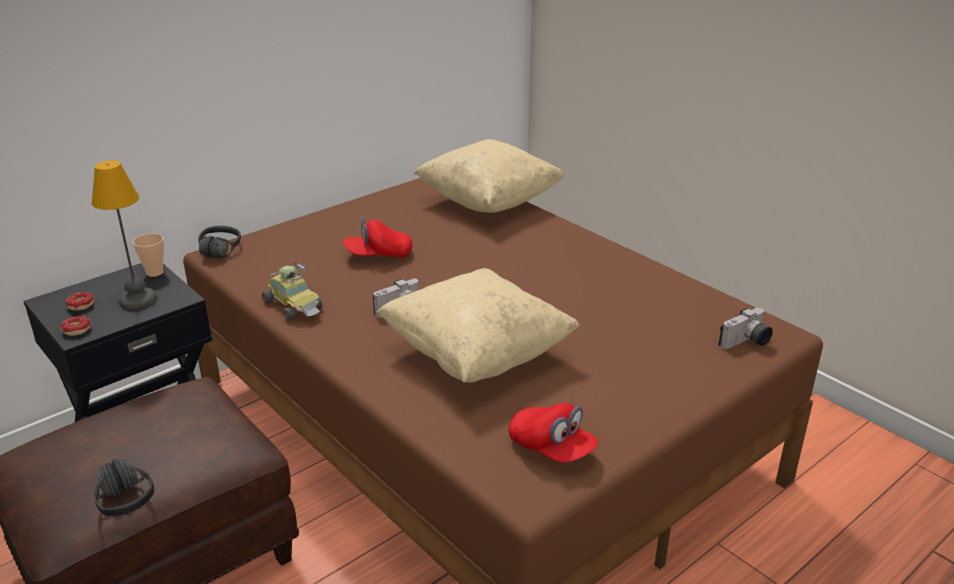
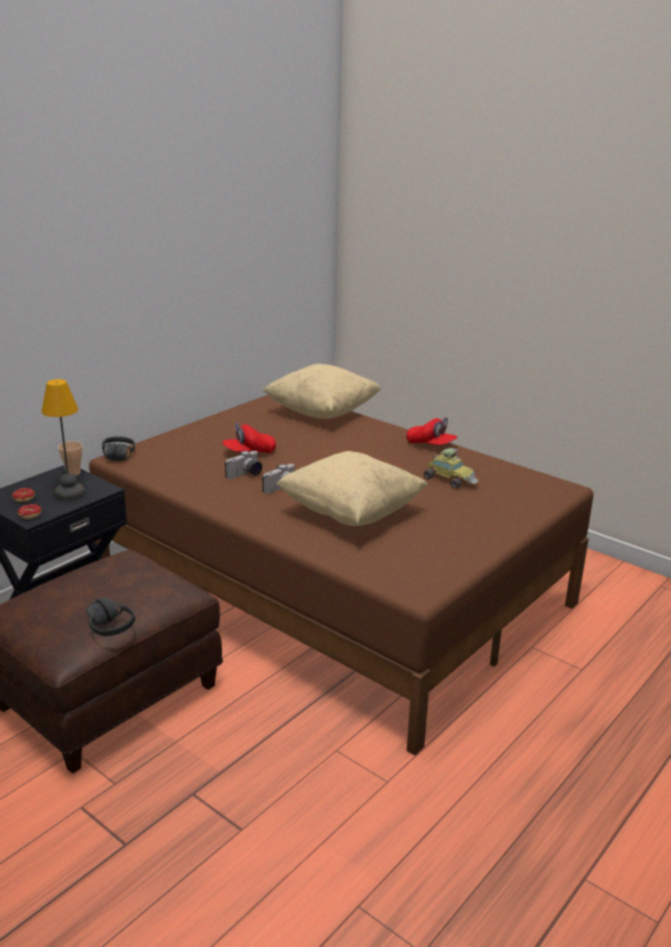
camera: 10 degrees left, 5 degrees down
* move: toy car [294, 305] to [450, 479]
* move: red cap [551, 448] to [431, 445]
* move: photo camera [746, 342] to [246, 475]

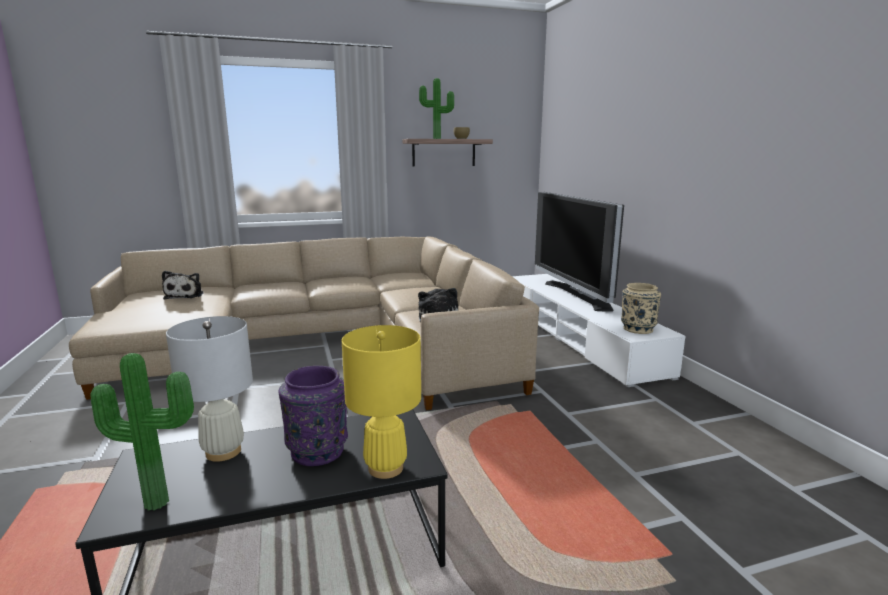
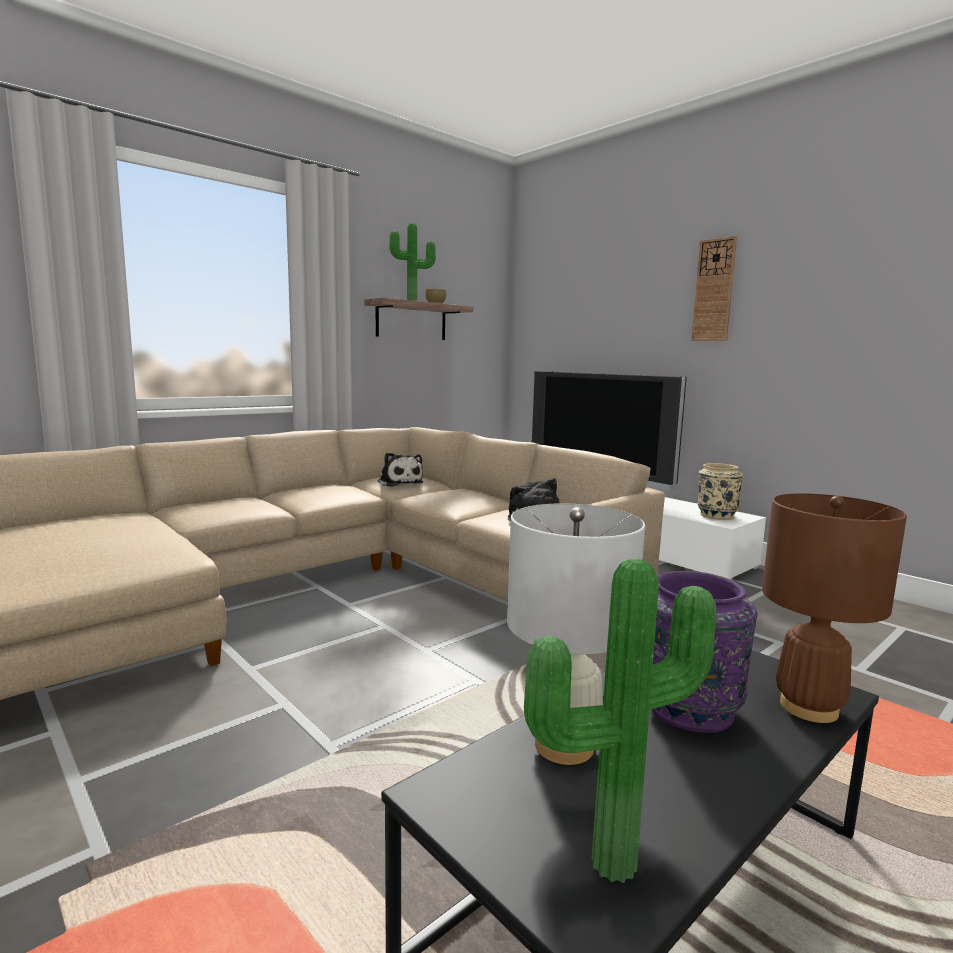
camera: 25 degrees left, 5 degrees down
* insert: wall clock [714, 290]
* move: plush toy [185, 295] to [399, 483]
* recolor: yellow table lamp [386, 468] to brown table lamp [809, 708]

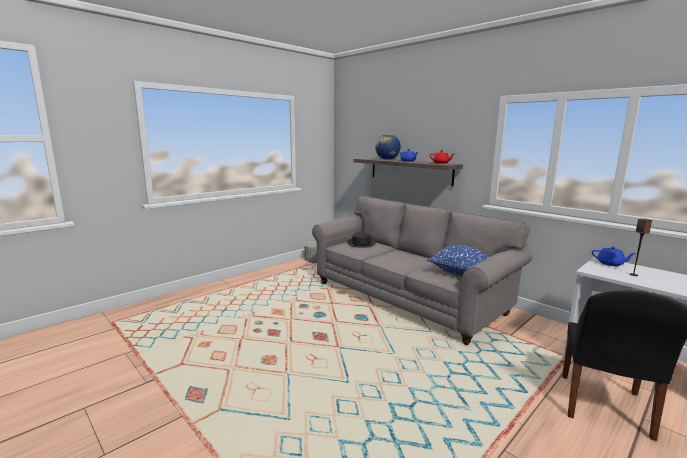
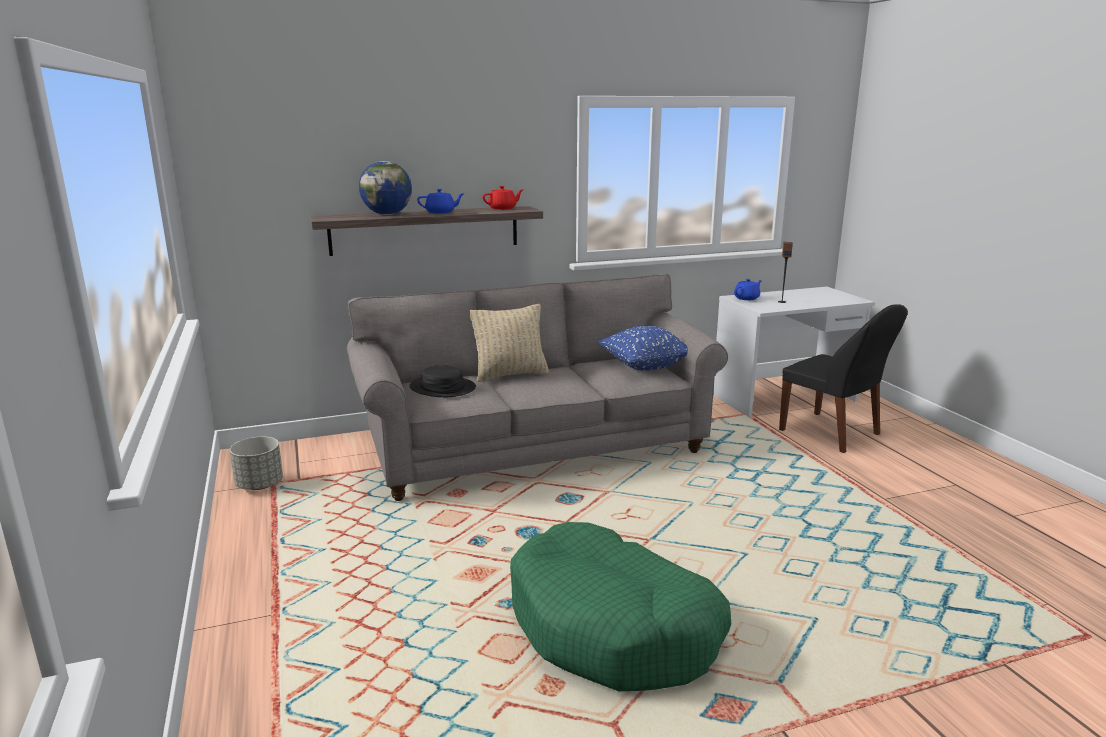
camera: 65 degrees left, 5 degrees up
* insert: beige pillow [510, 375]
* insert: green dog bed [613, 627]

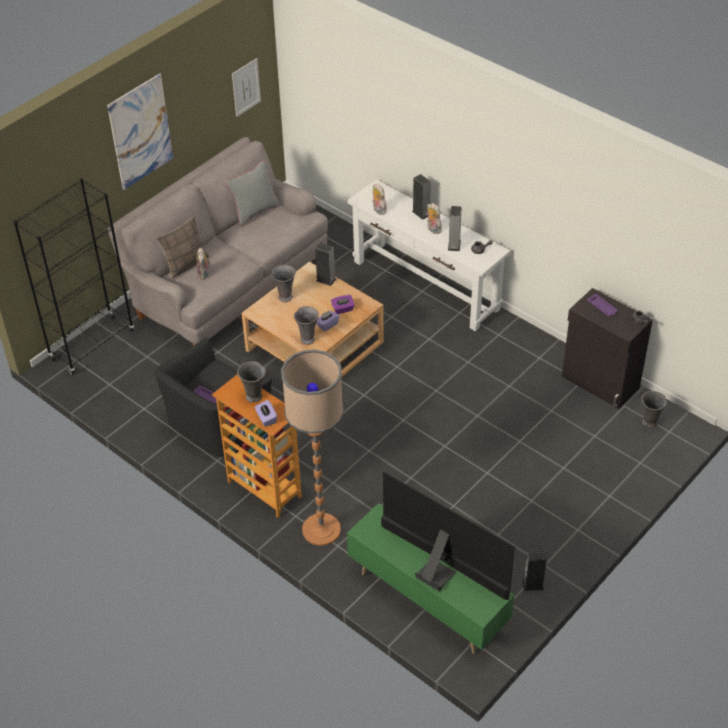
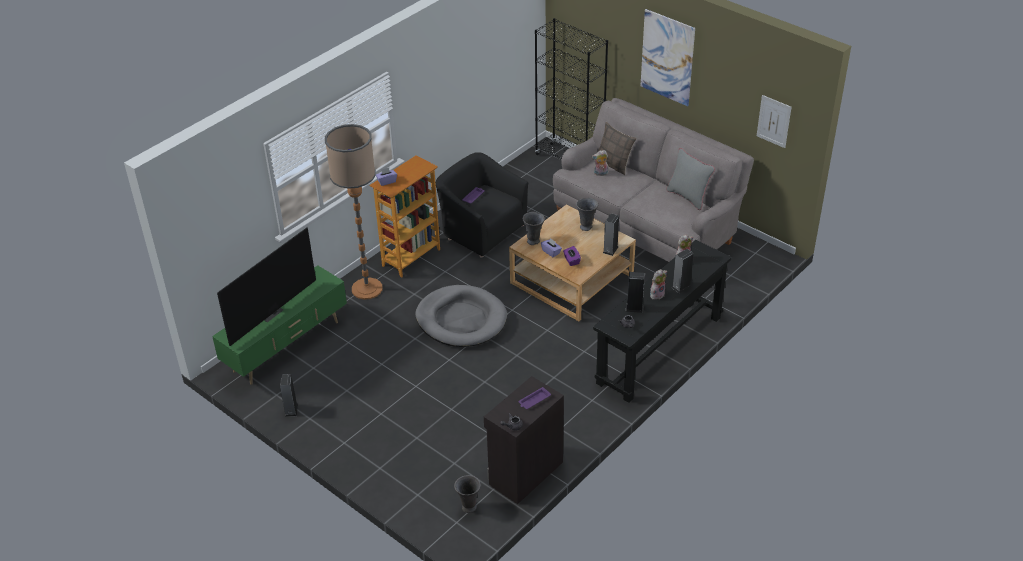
camera: 90 degrees right, 5 degrees down
* delete: grey vase [254, 397]
* insert: grey dog bed [461, 319]
* recolor: white console table [425, 285] to black console table [659, 349]

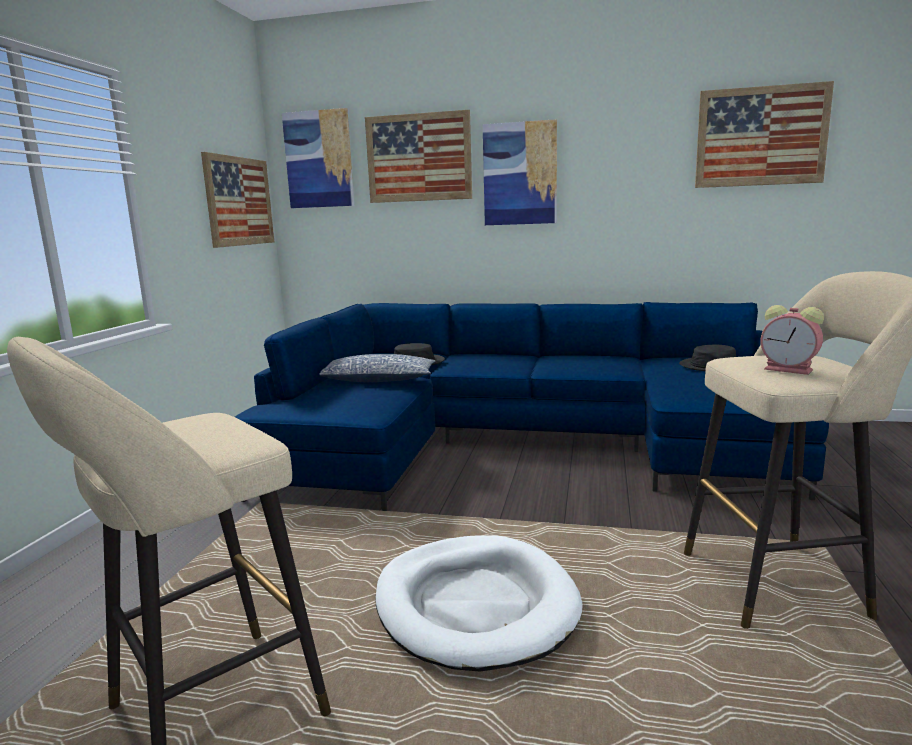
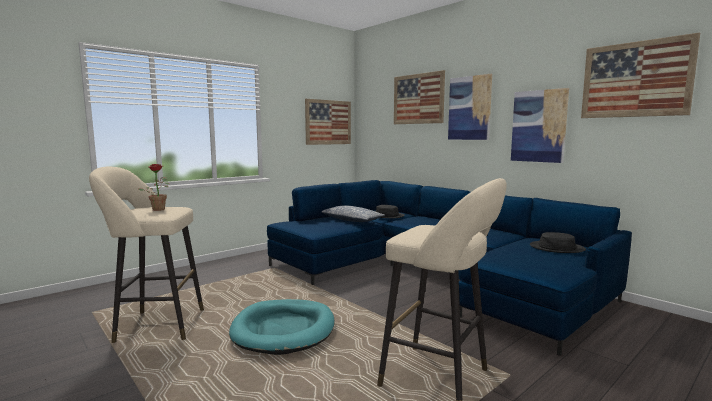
camera: 35 degrees right, 5 degrees down
* delete: alarm clock [790, 370]
* insert: potted plant [159, 209]
* move: picture [319, 159] to [538, 126]
* recolor: white dog bed [475, 605] to turquoise dog bed [284, 329]

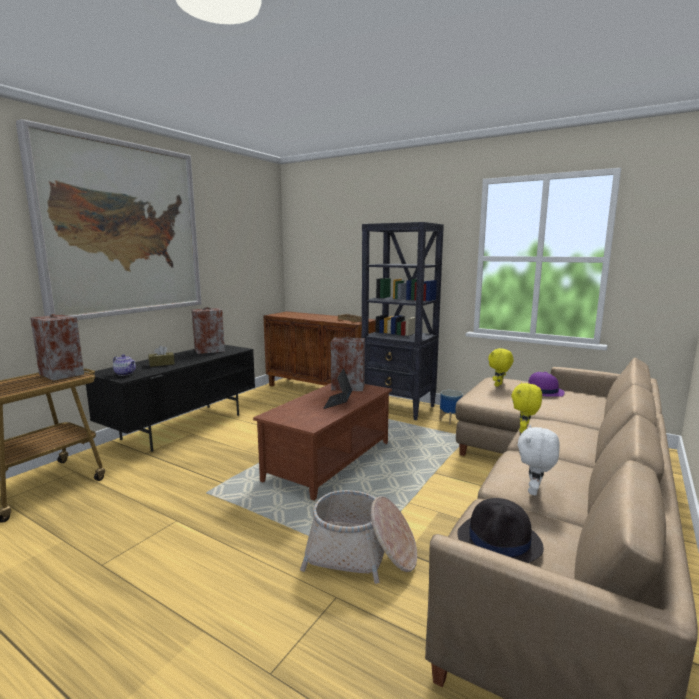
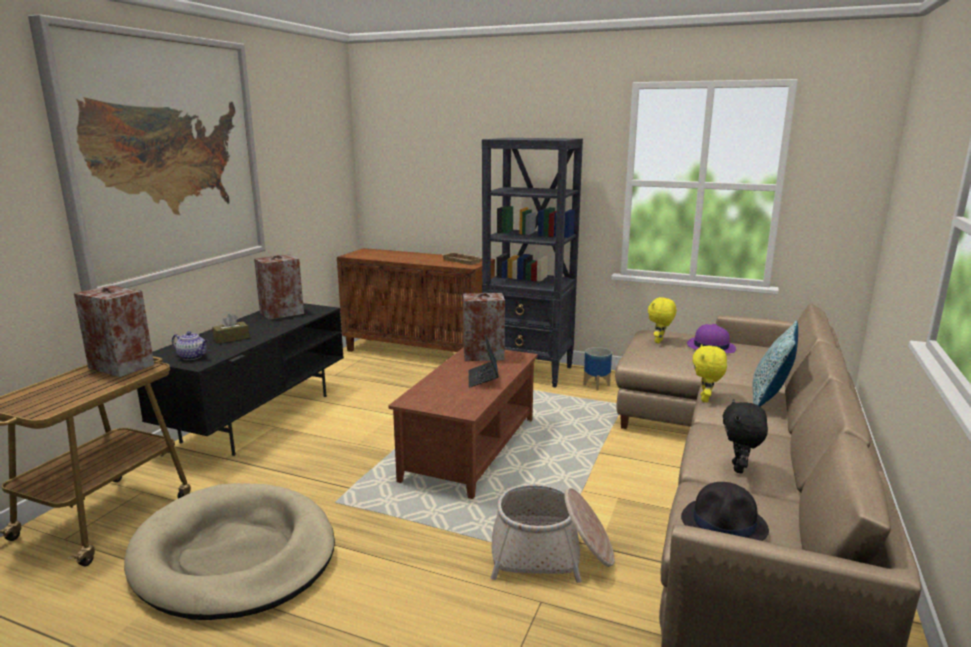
camera: 10 degrees left, 5 degrees up
* insert: beige dog bed [235, 555]
* insert: pillow [769, 400]
* recolor: white plush toy [534, 491] to black plush toy [739, 469]

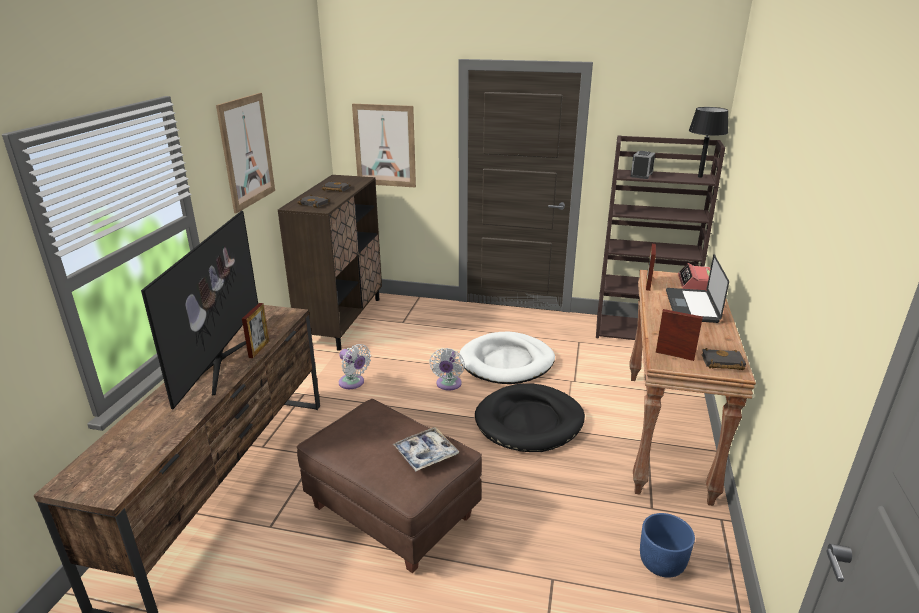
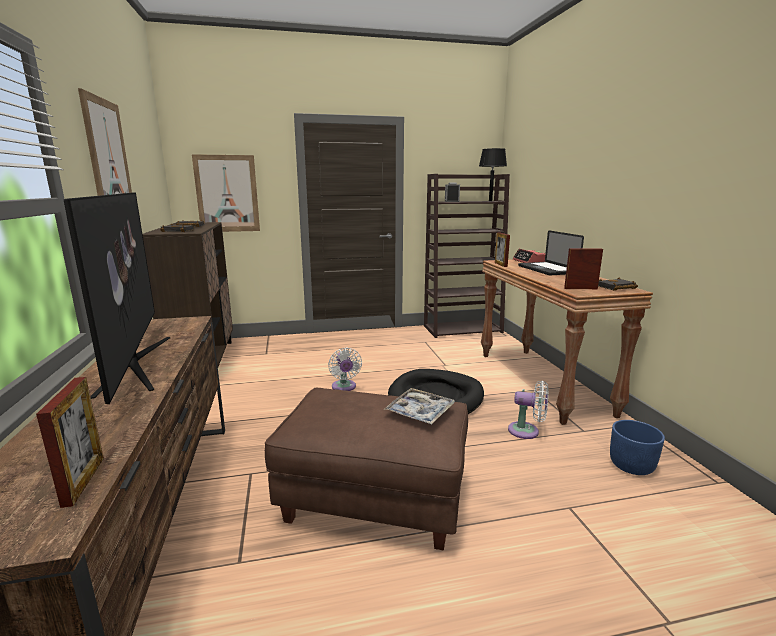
camera: 25 degrees left, 10 degrees down
* delete: white dog bed [507, 362]
* move: picture frame [259, 349] to [83, 481]
* move: white fan [353, 383] to [527, 431]

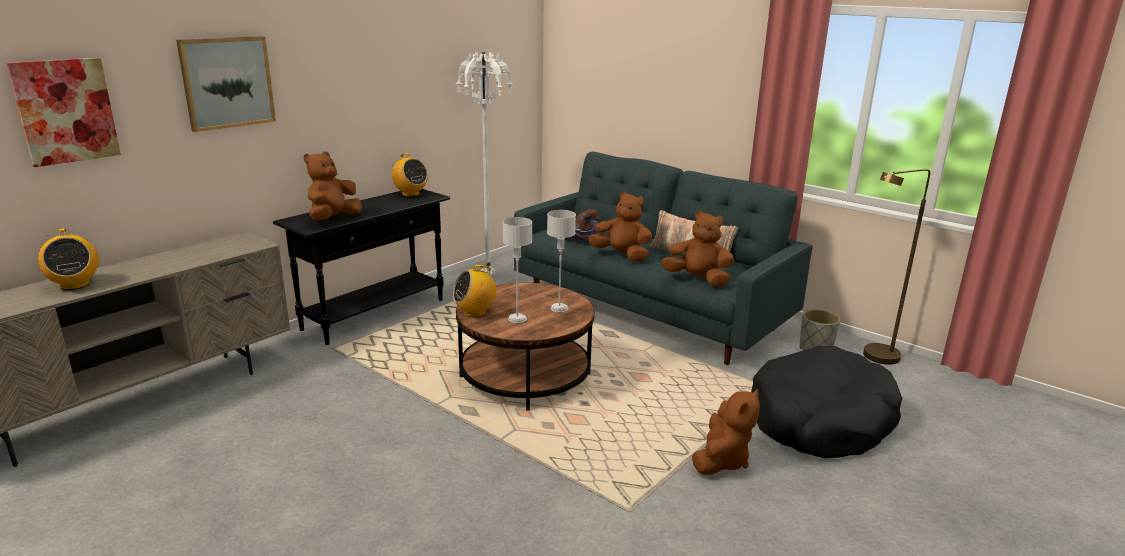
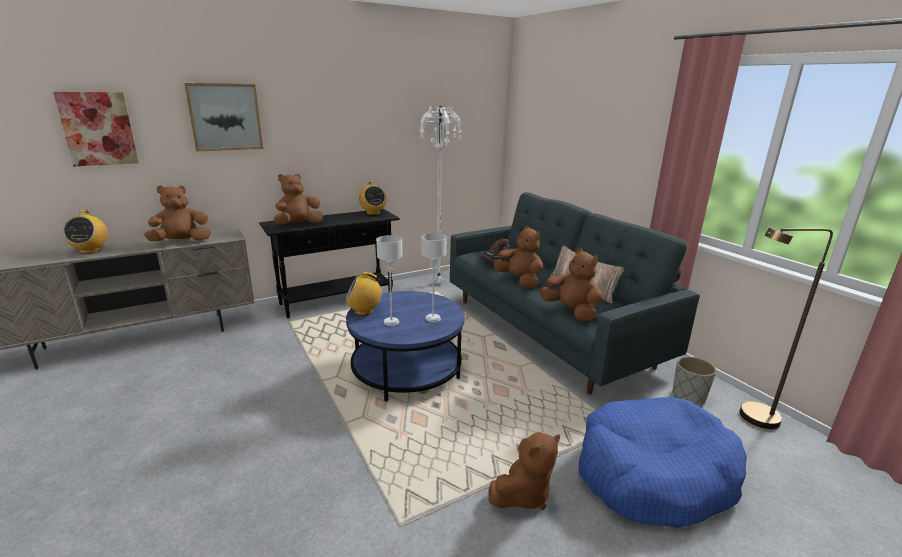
camera: 20 degrees right, 0 degrees up
* insert: brown plush toy [181, 242]
* recolor: brown coffee table [525, 375] to blue coffee table [406, 370]
* recolor: black dog bed [820, 420] to blue dog bed [653, 474]

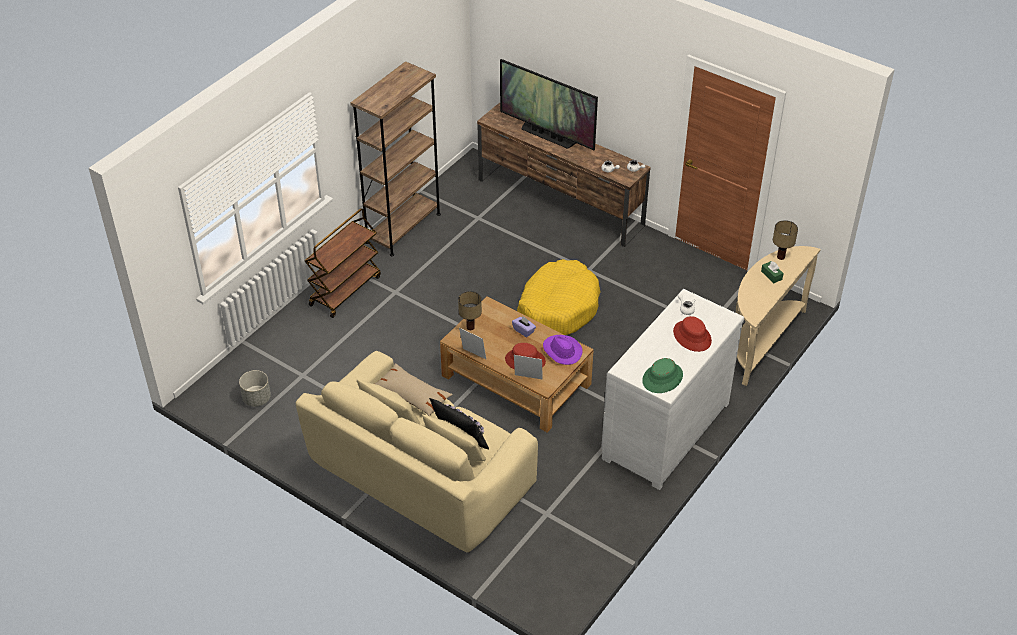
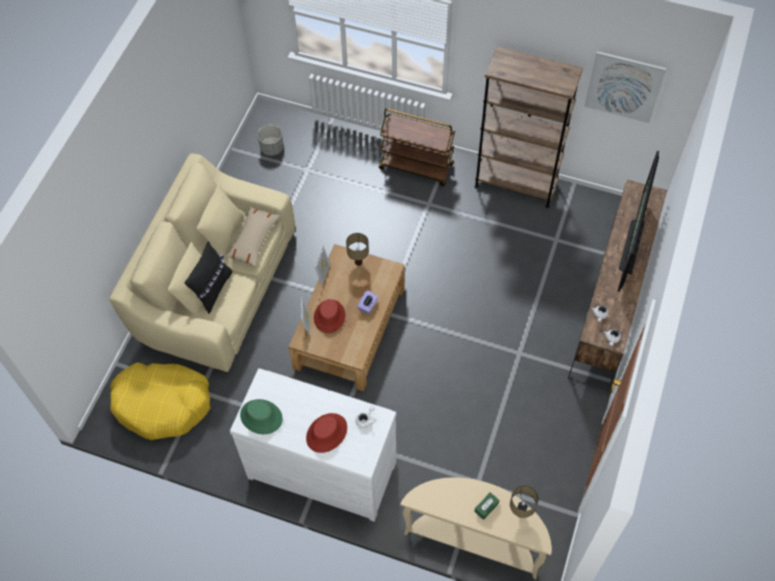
camera: 75 degrees right, 15 degrees up
* delete: purple hat [561, 351]
* insert: picture [624, 87]
* move: yellow dog bed [558, 307] to [163, 404]

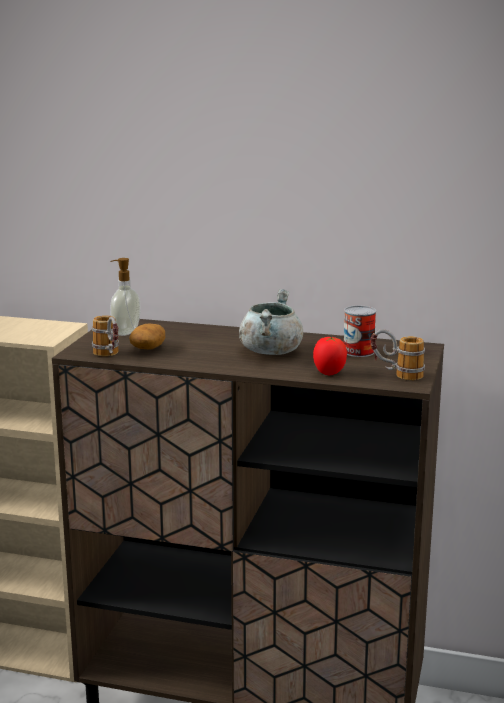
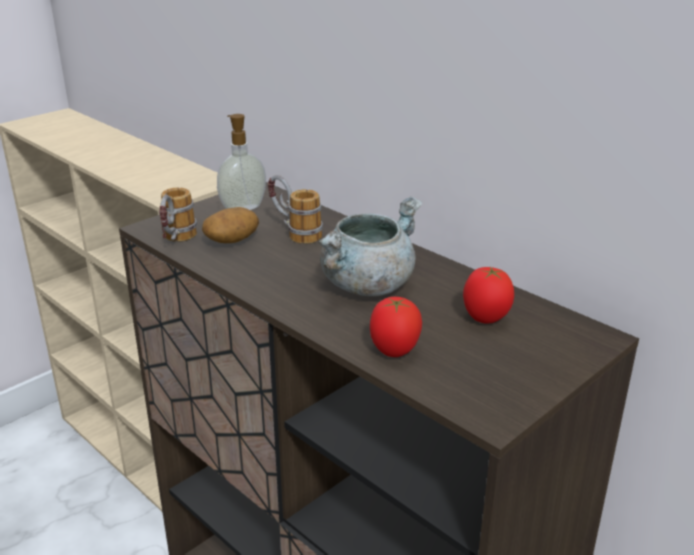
camera: 30 degrees right, 10 degrees up
* move: mug [396, 375] to [294, 232]
* replace: can [358, 352] to tomato [485, 319]

